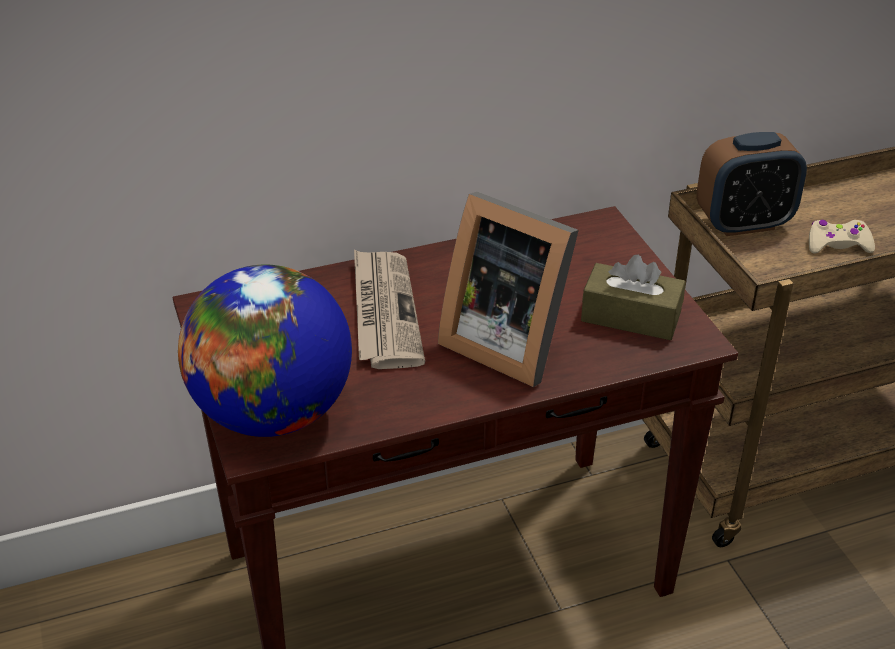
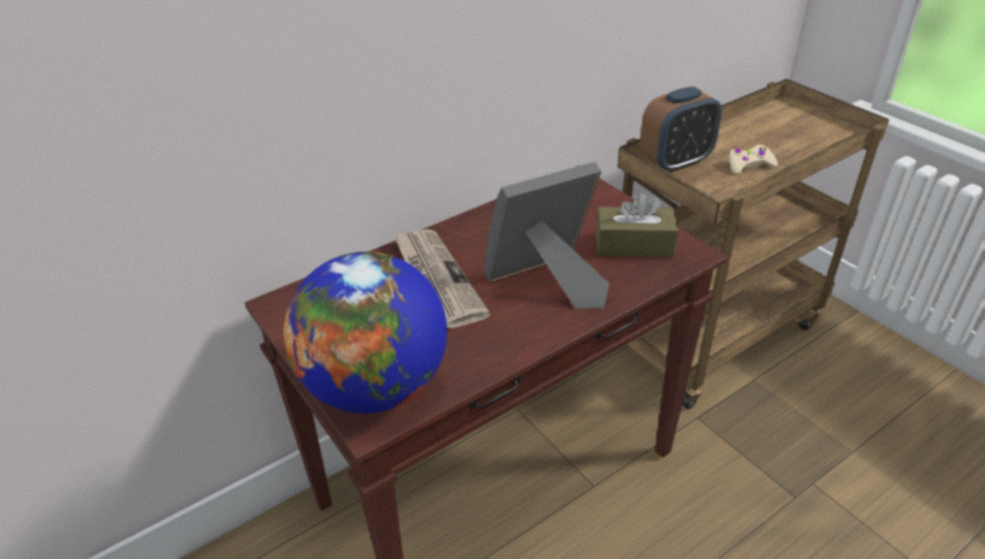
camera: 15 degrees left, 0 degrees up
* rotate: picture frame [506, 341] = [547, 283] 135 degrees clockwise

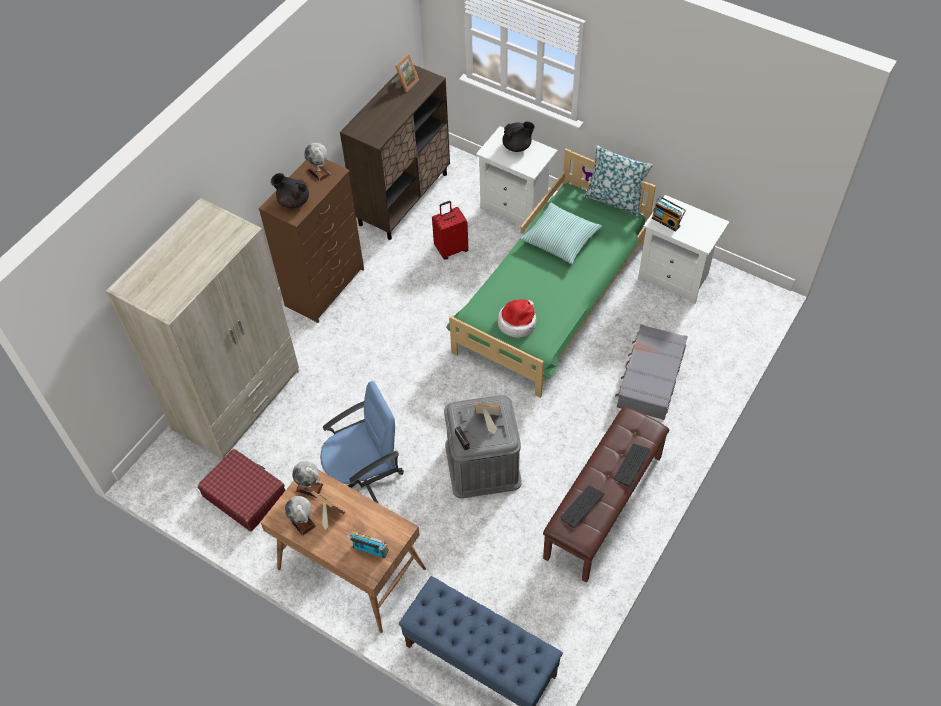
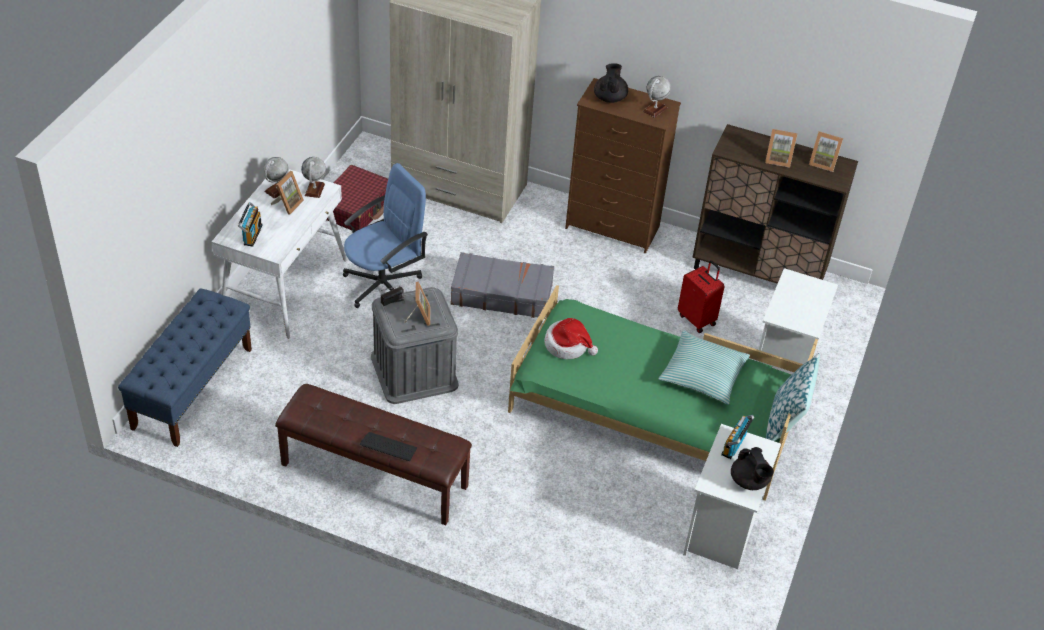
camera: 75 degrees right, 10 degrees down
* delete: keyboard [582, 507]
* insert: picture frame [778, 159]
* move: black teapot [517, 146] to [749, 481]
* move: grey suitcase [650, 378] to [501, 294]
* recolor: brown desk [350, 569] to white desk [284, 287]
* rotate: blue office chair [364, 479] = [383, 285] 90 degrees counterclockwise

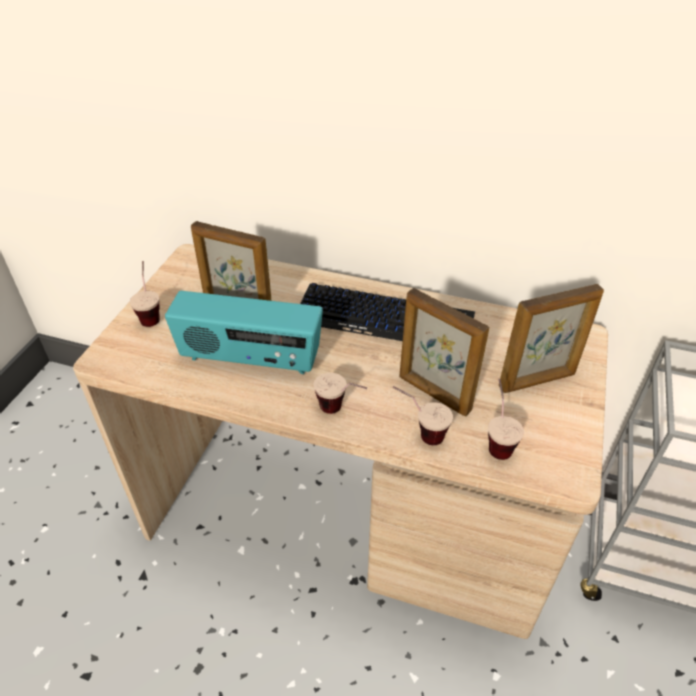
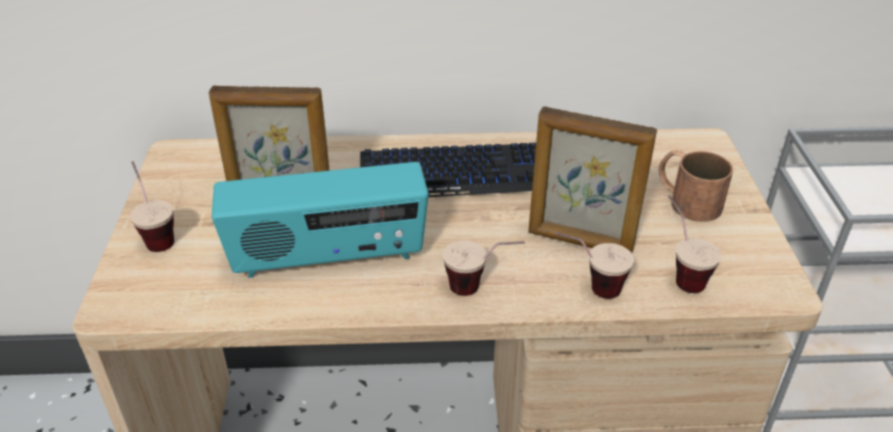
camera: 20 degrees left, 5 degrees down
* replace: picture frame [537, 381] to brown mug [686, 200]

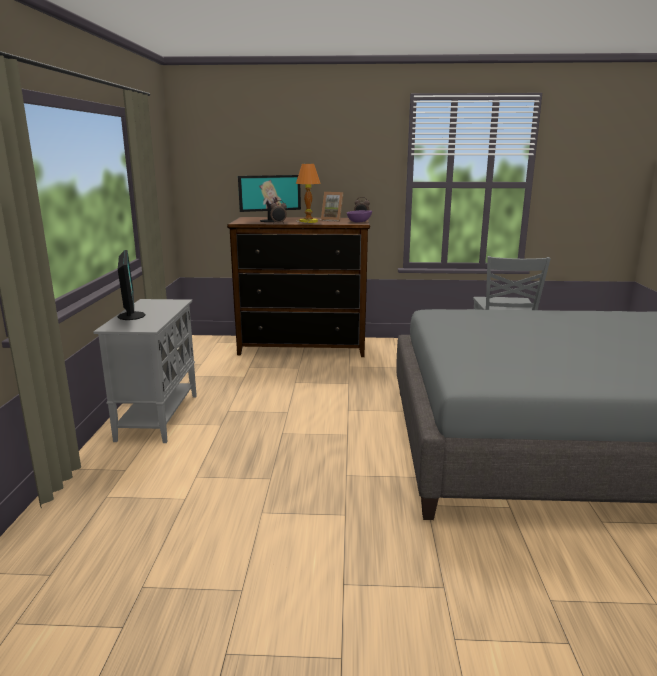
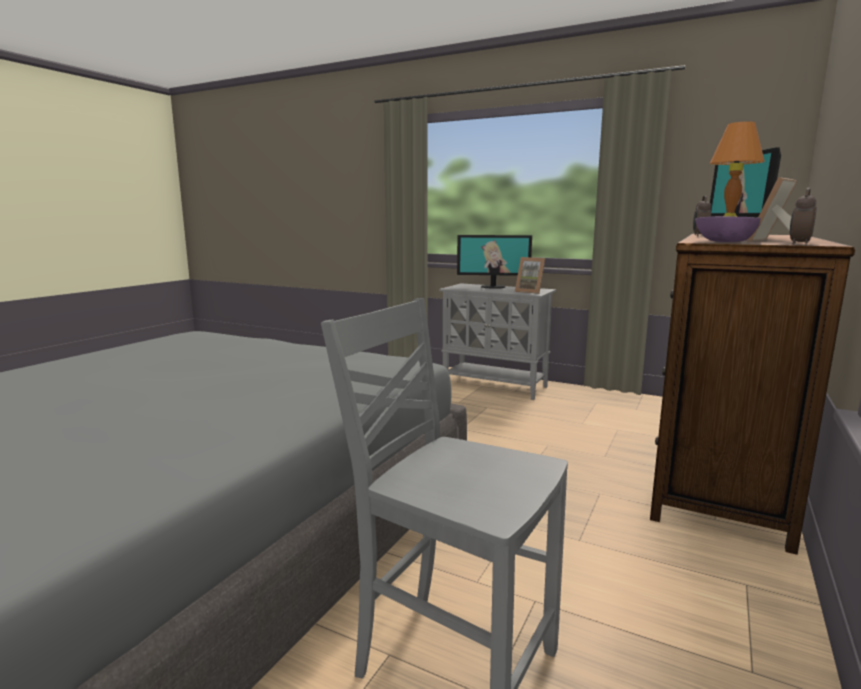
camera: 115 degrees right, 5 degrees down
* insert: picture frame [530, 291]

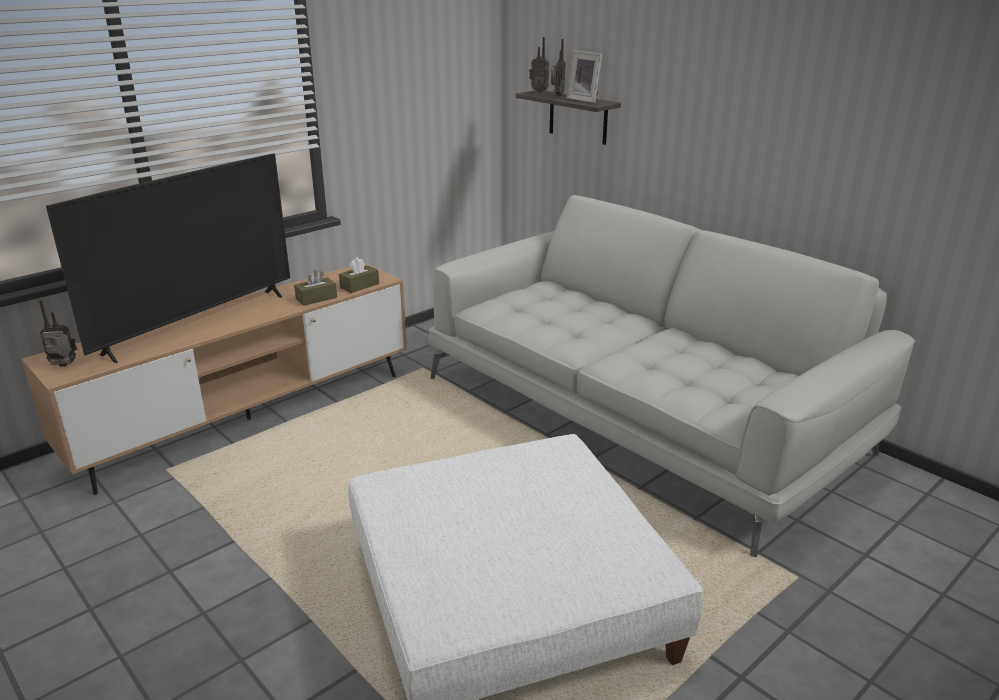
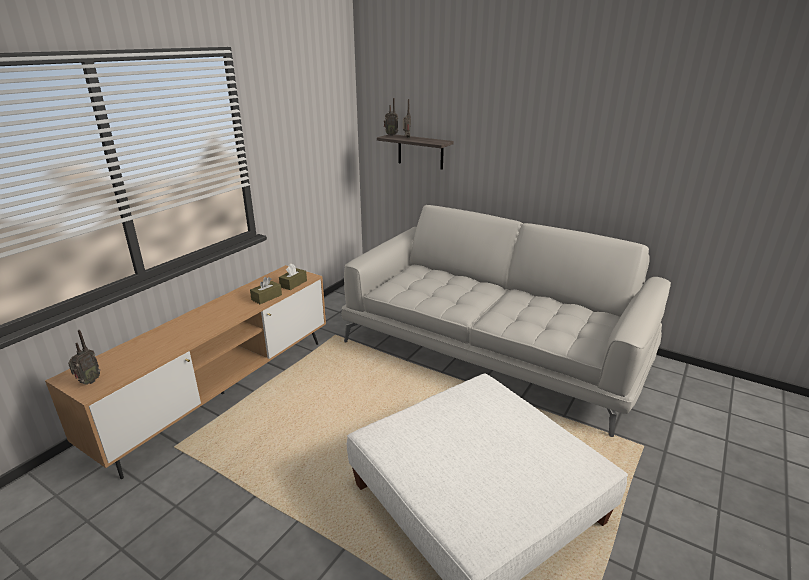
camera: 15 degrees left, 0 degrees up
* delete: television [198, 323]
* delete: picture frame [585, 100]
* rotate: radio [64, 366] = [88, 382] 135 degrees clockwise

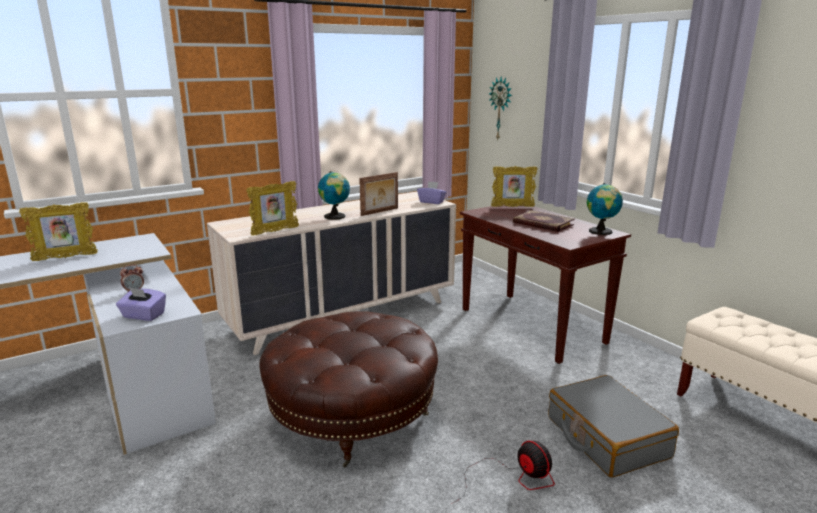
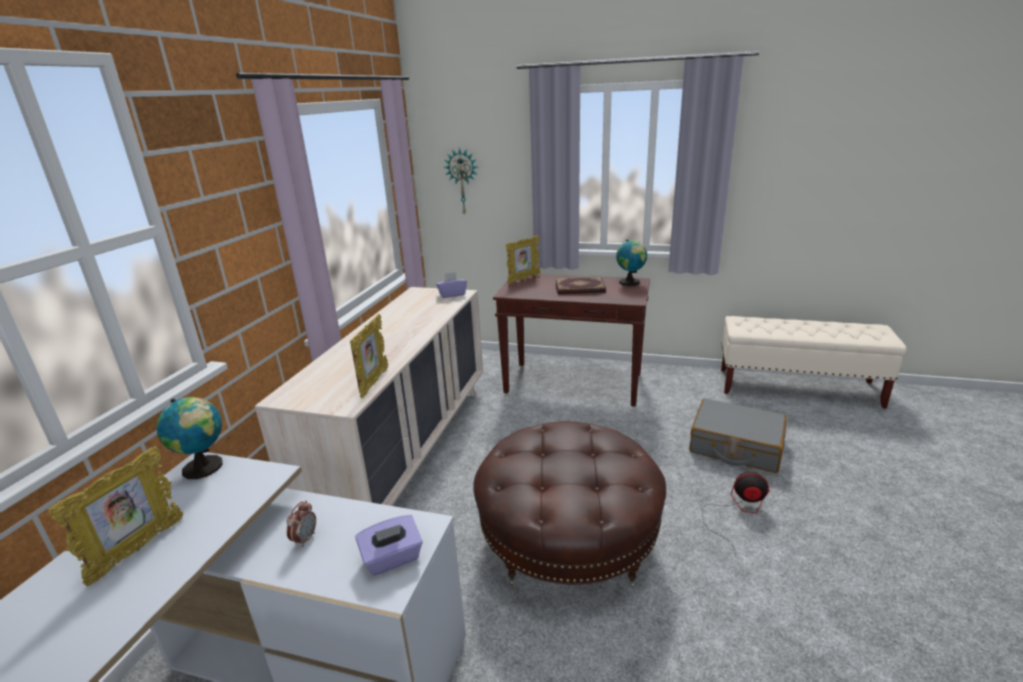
camera: 40 degrees left, 5 degrees up
* delete: picture frame [380, 212]
* move: globe [335, 217] to [205, 467]

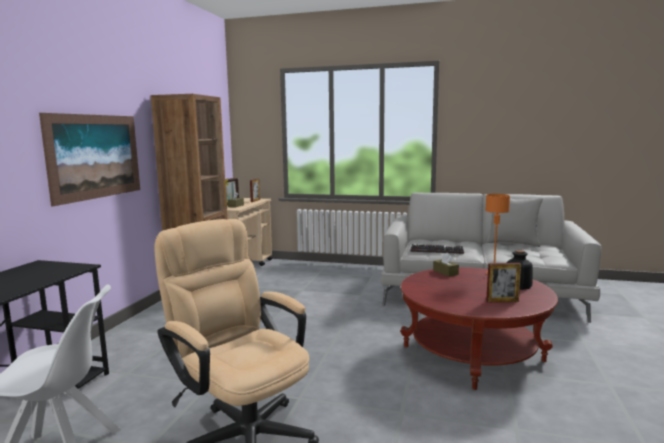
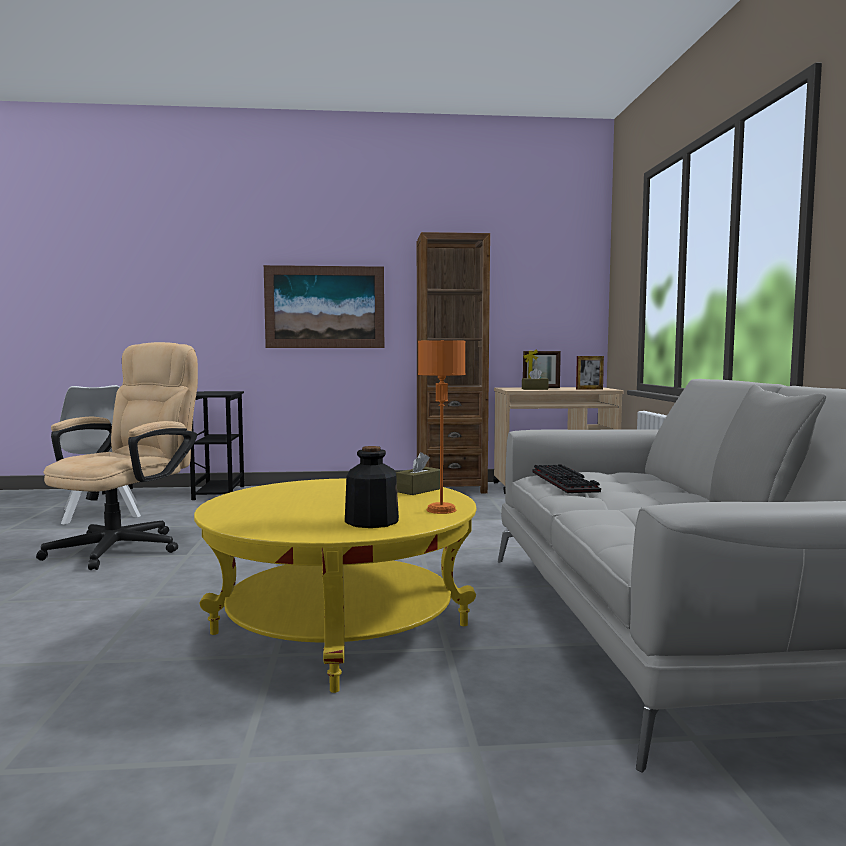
camera: 70 degrees right, 5 degrees down
* delete: picture frame [502, 301]
* recolor: red coffee table [472, 353] to yellow coffee table [340, 629]

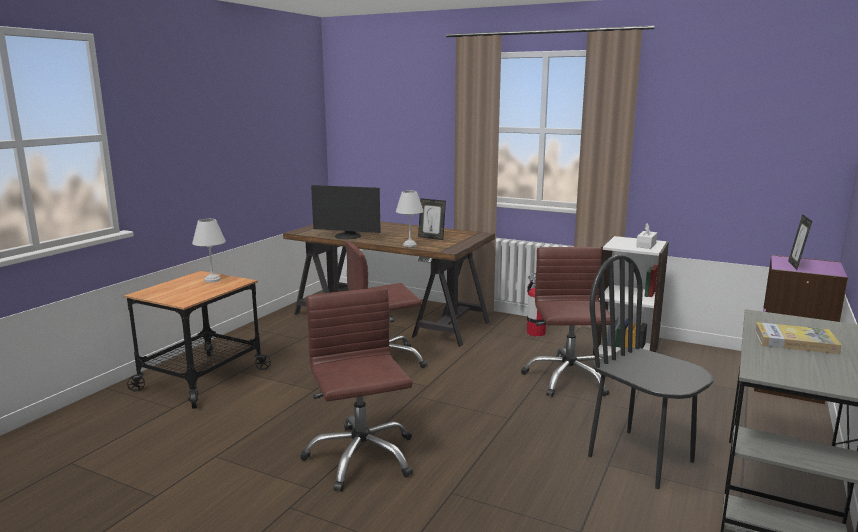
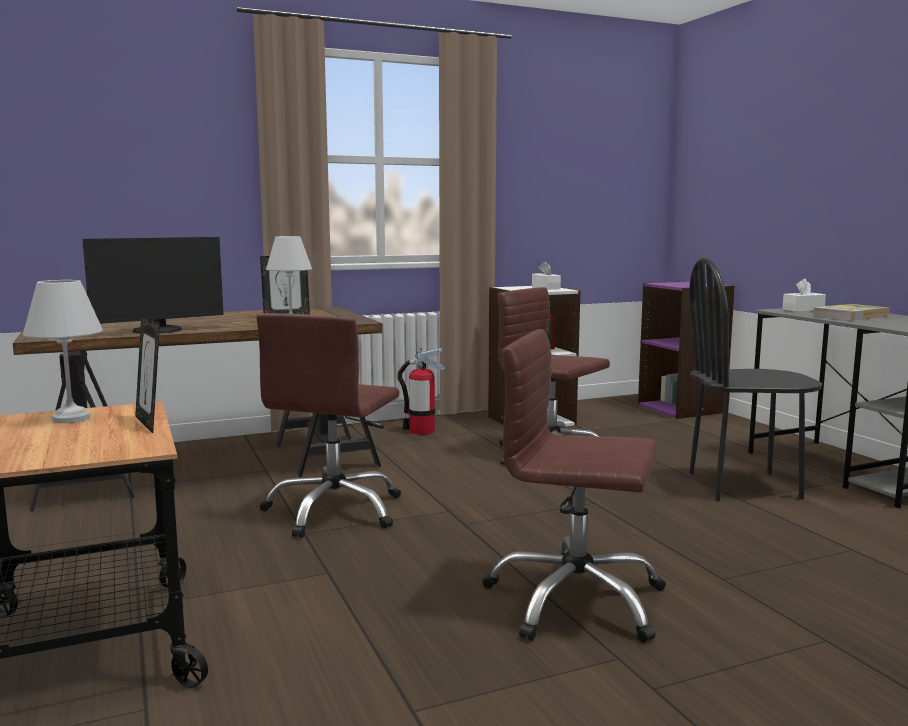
camera: 50 degrees left, 5 degrees down
* insert: white tissue box [803, 309]
* move: picture frame [795, 265] to [150, 423]

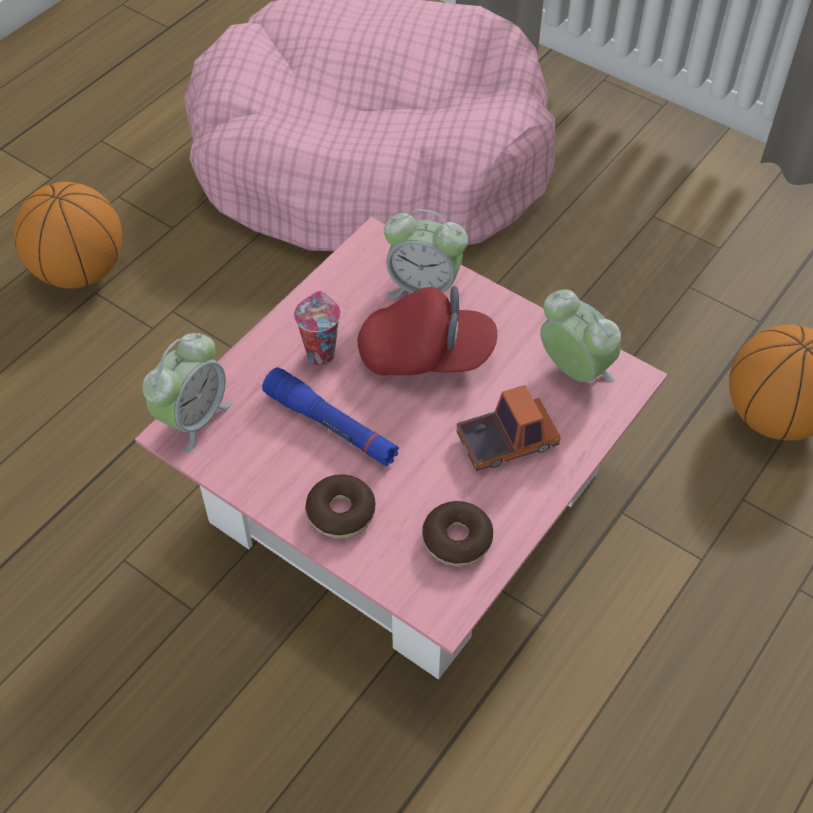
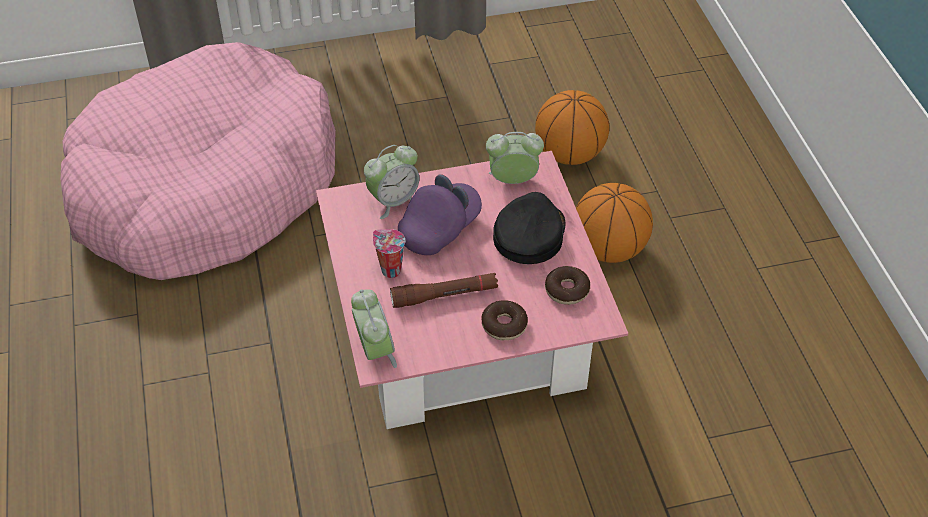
camera: 50 degrees left, 5 degrees down
* move: basketball [79, 271] to [608, 249]
* replace: toy truck [507, 442] to black cap [529, 234]
* recolor: blue flashlight [331, 426] to brown flashlight [444, 295]
* recolor: red cap [426, 355] to purple cap [440, 229]

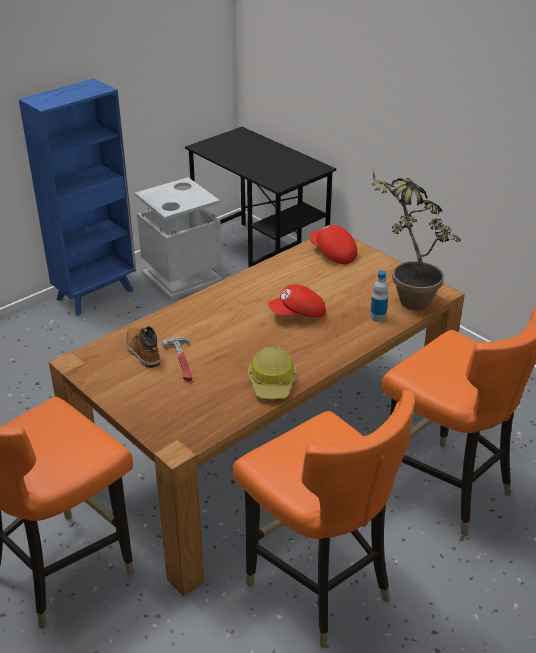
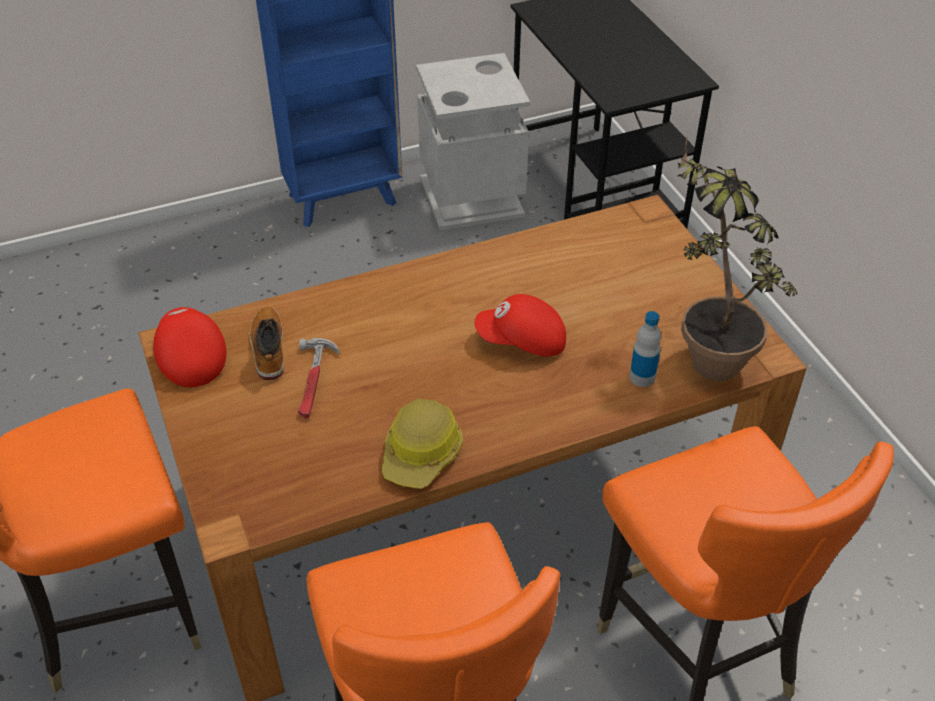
camera: 20 degrees right, 10 degrees up
* move: red cap [332, 254] to [190, 357]

